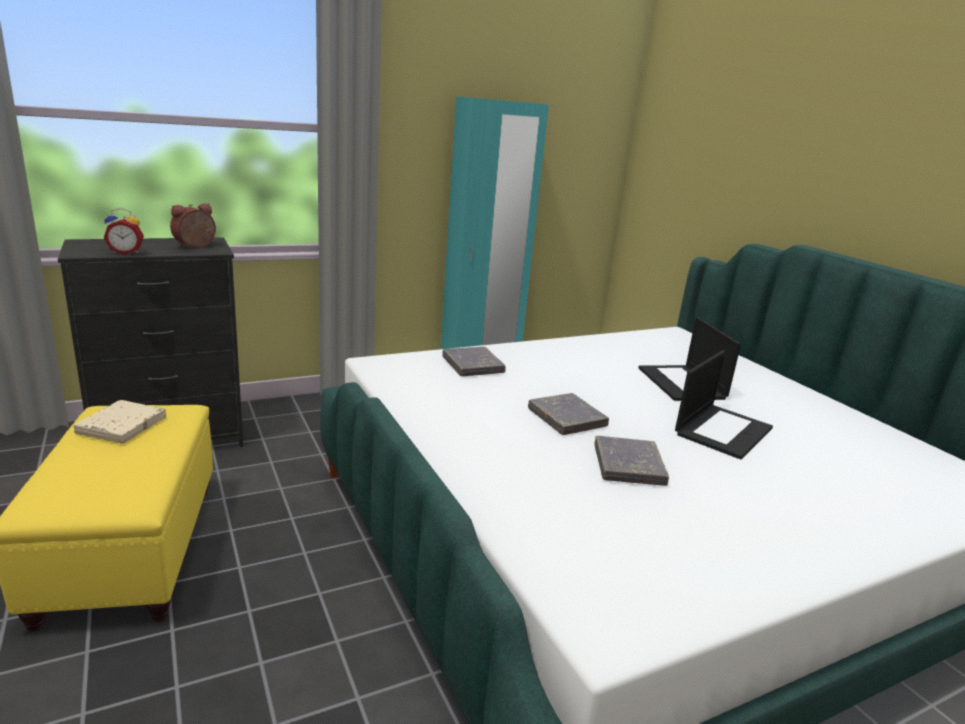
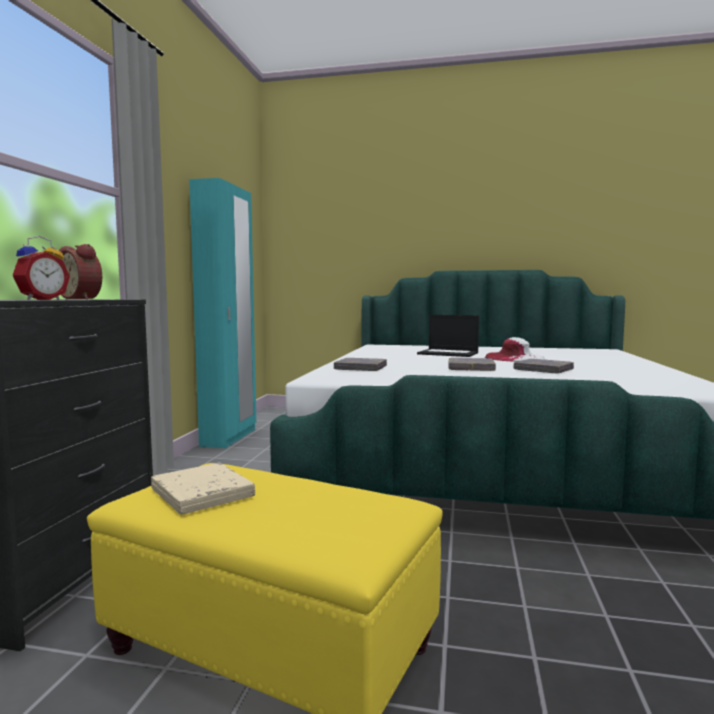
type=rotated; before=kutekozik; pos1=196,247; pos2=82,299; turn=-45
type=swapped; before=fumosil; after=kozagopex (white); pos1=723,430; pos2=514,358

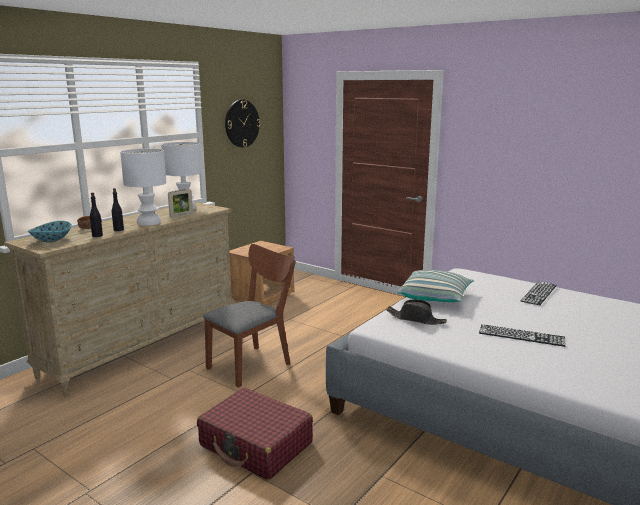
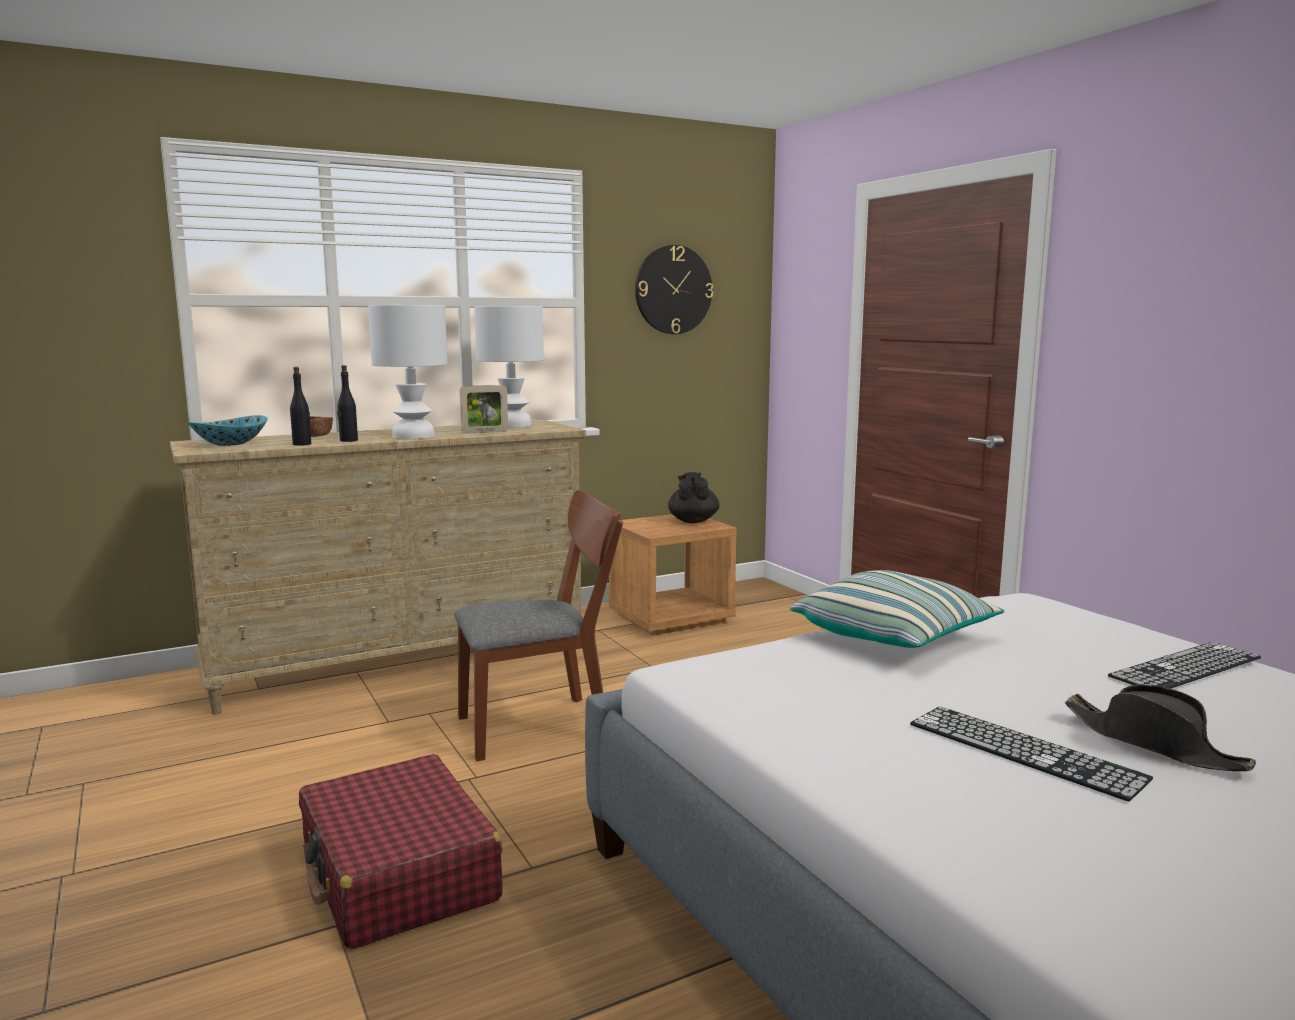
type=shifted; before=kozagopex (black); pos1=416,319; pos2=1153,743
type=new; after=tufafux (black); pos2=693,521

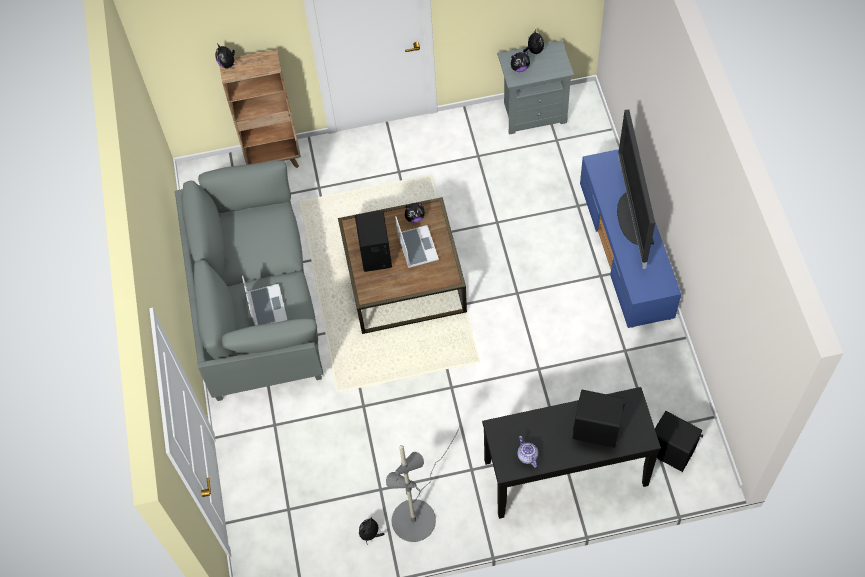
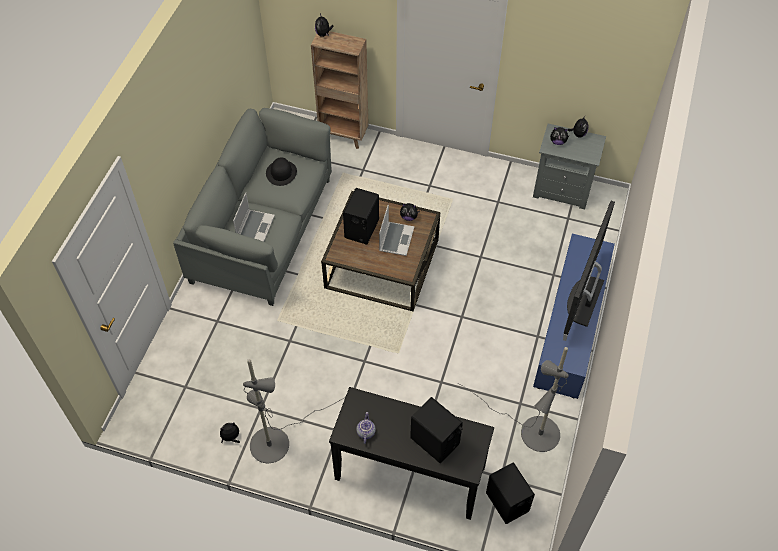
type=new; after=kozagopex (black); pos2=281,172
type=new; after=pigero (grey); pos2=532,429

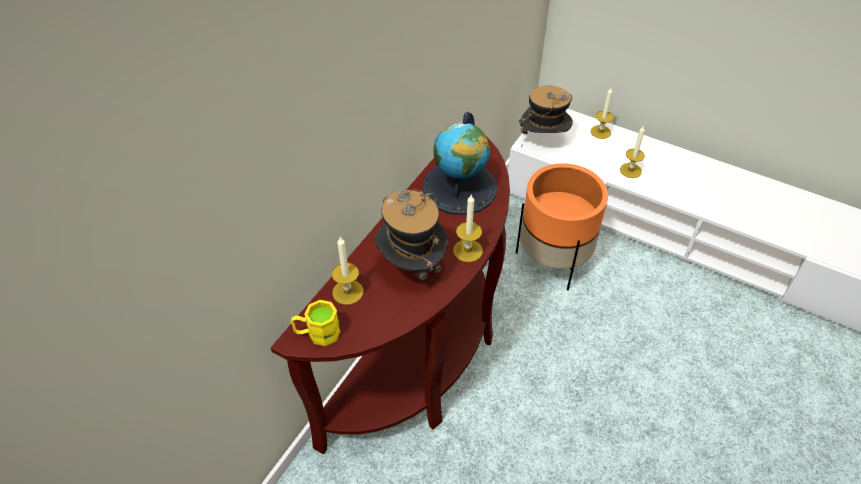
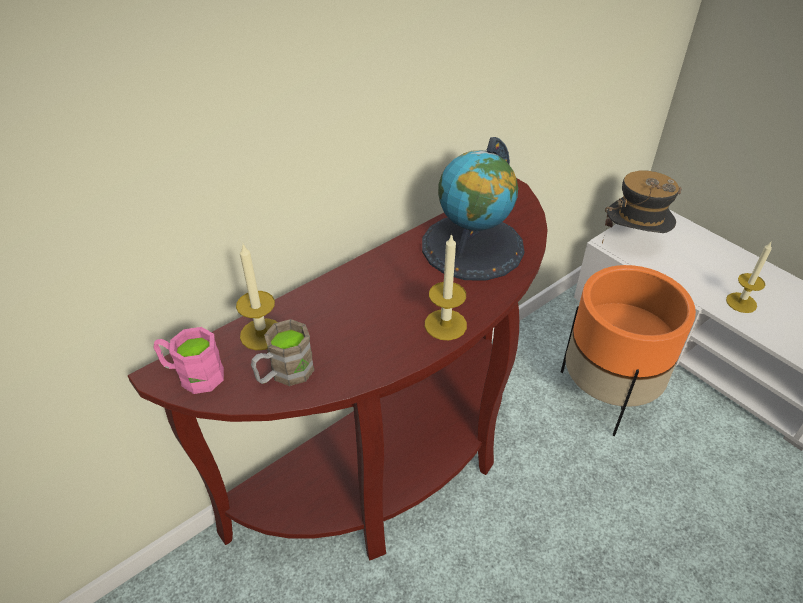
type=gone; before=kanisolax; pos1=600,132
type=gone; before=kozagopex; pos1=412,266
type=repainted; before=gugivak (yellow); after=gugivak (pink); pos1=317,334; pos2=193,375
type=new; after=gugivak (brown); pos2=284,374

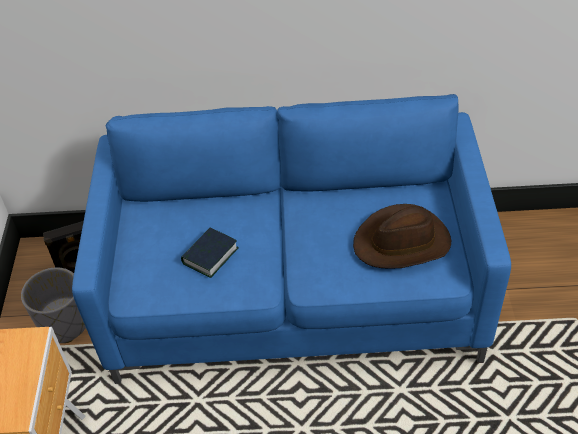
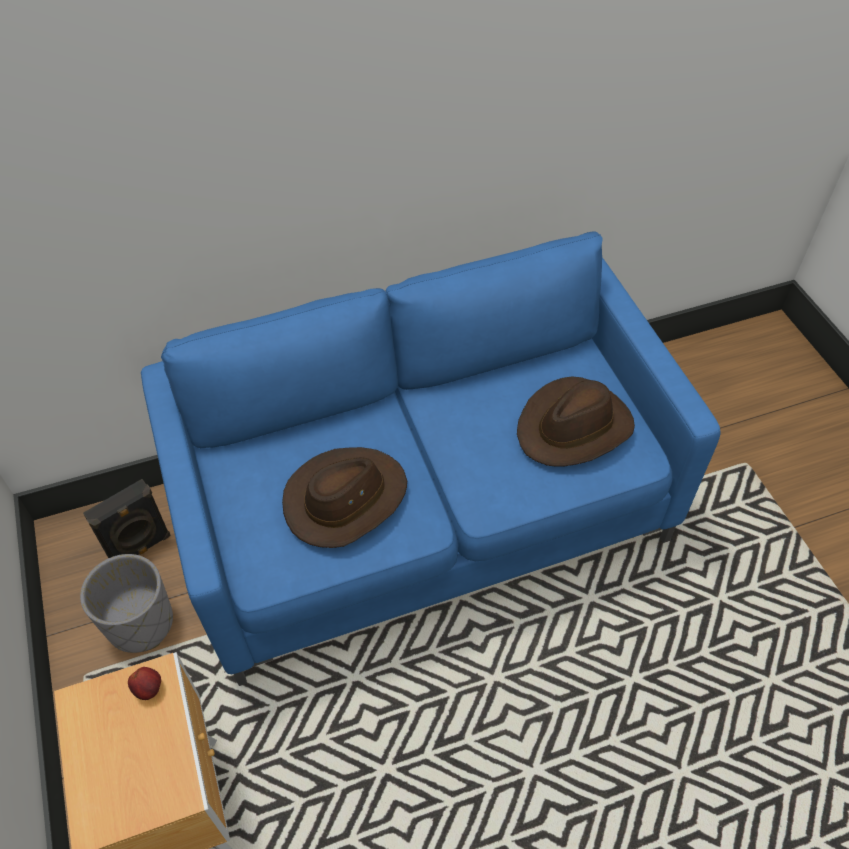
type=swapped; before=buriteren; after=kozagopex (brown); pos1=210,256; pos2=345,499
type=new; after=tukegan; pos2=149,689

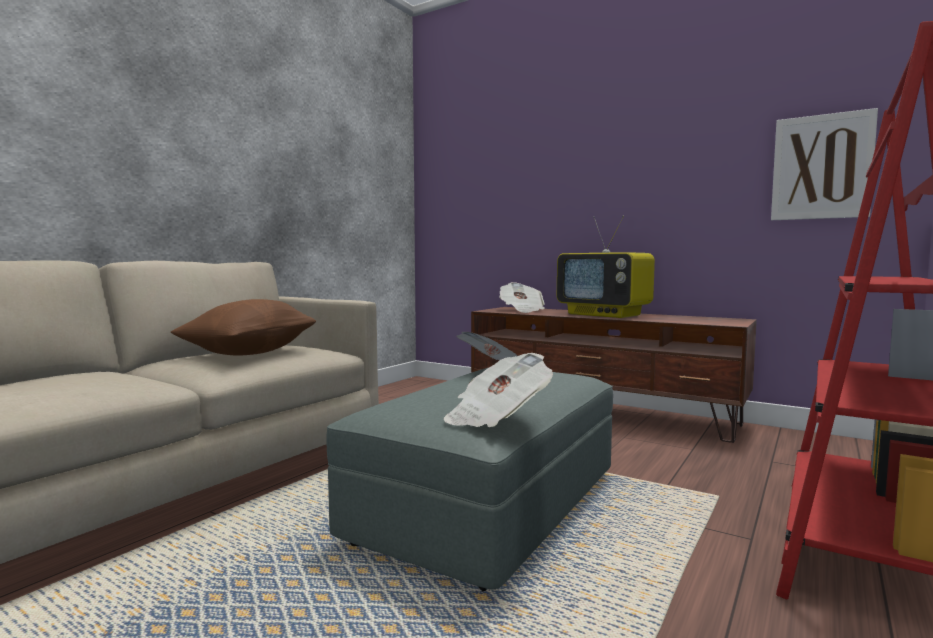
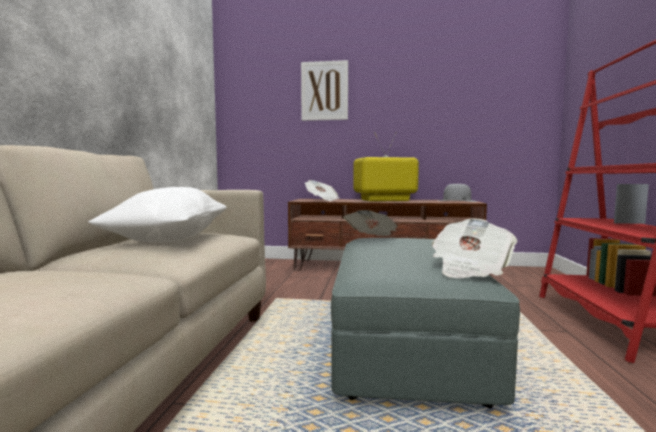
type=shifted; before=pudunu; pos1=821,167; pos2=324,91
type=rotated; before=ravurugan; pos1=605,314; pos2=384,200; turn=150
type=repainted; before=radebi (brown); after=radebi (white); pos1=249,353; pos2=168,240
type=new; after=kozagopex (grey); pos2=456,201

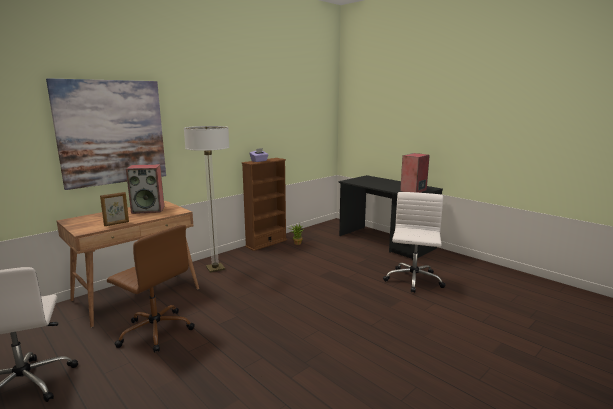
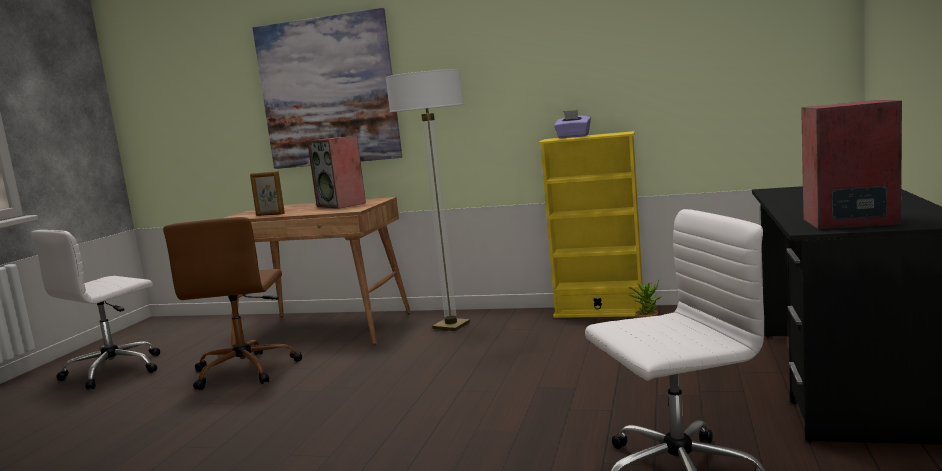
type=repainted; before=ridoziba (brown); after=ridoziba (yellow); pos1=266,243; pos2=599,312

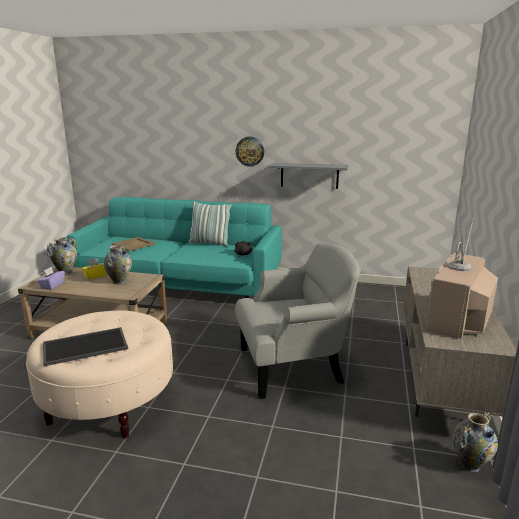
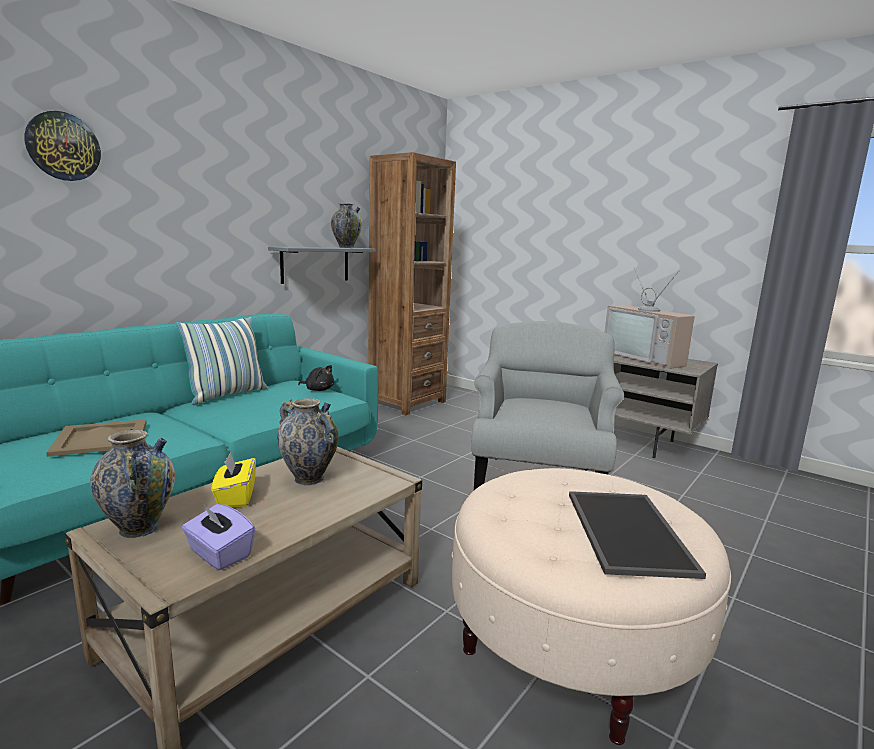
type=shifted; before=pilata; pos1=250,151; pos2=63,146
type=shifted; before=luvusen; pos1=470,464; pos2=346,247
type=new; after=ridoziba (brown); pos2=407,402

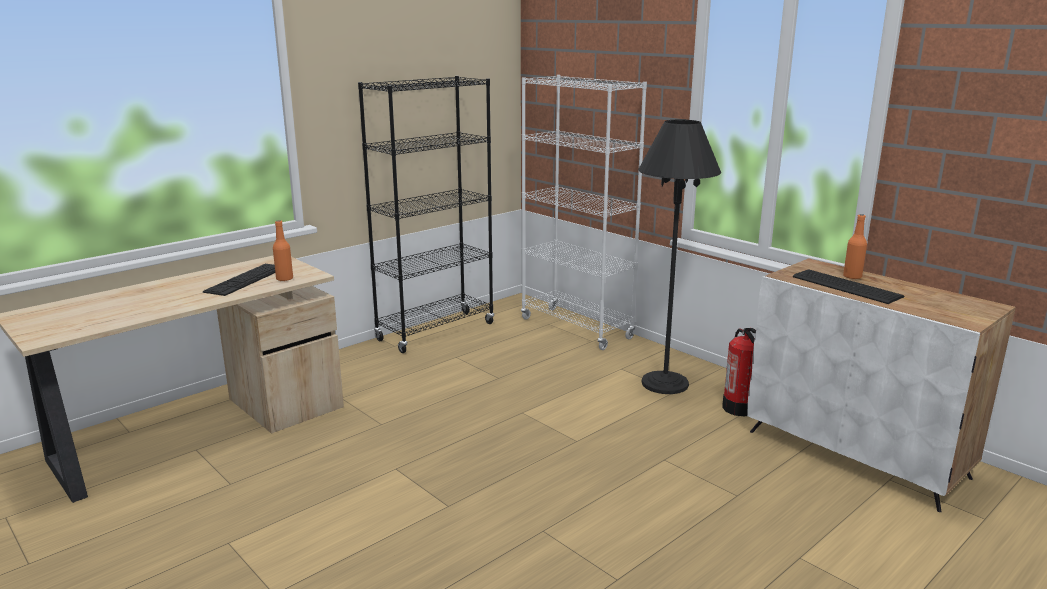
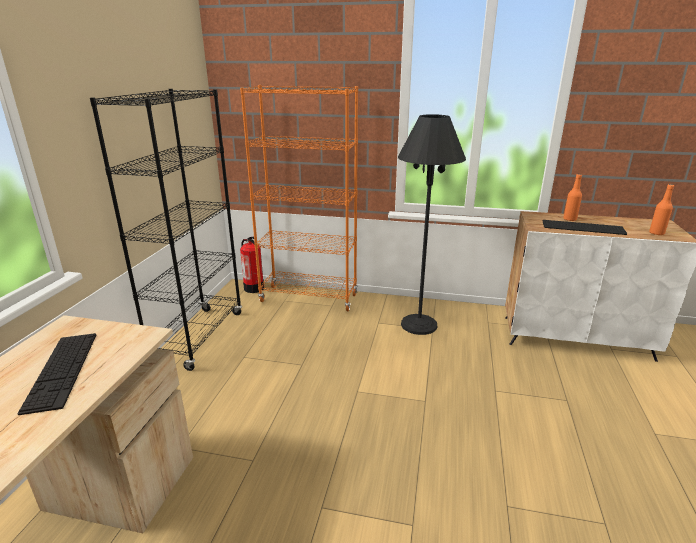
type=repainted; before=ridoziba (white); after=ridoziba (orange); pos1=576,328; pos2=309,298
type=shifted; before=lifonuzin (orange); pos1=284,279; pos2=656,233
type=shifted; before=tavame; pos1=738,408; pos2=254,288

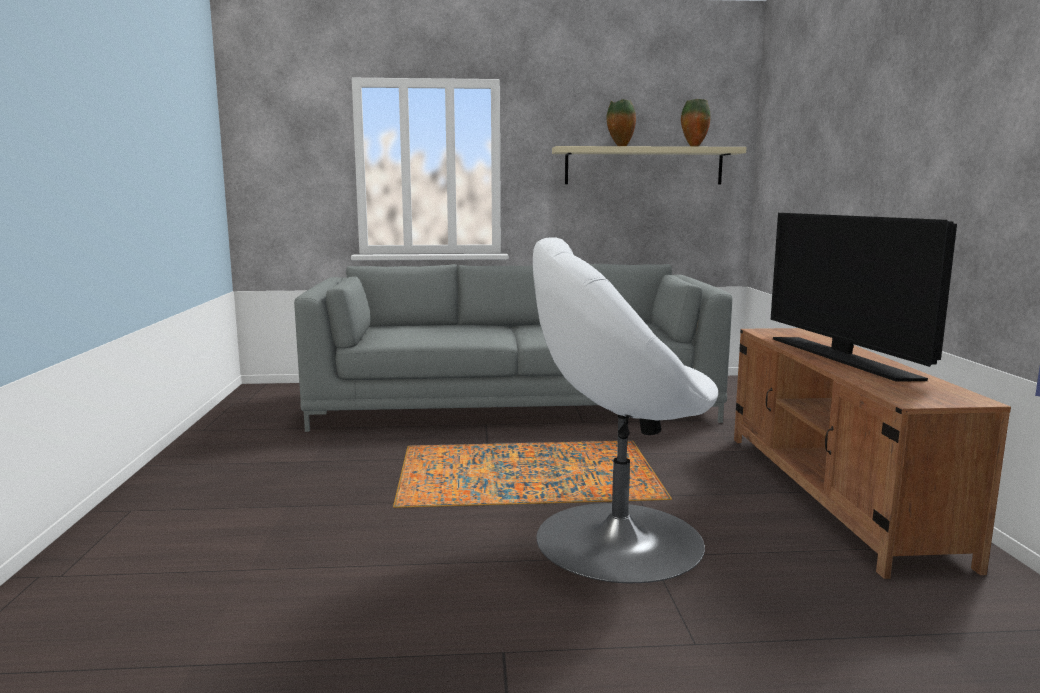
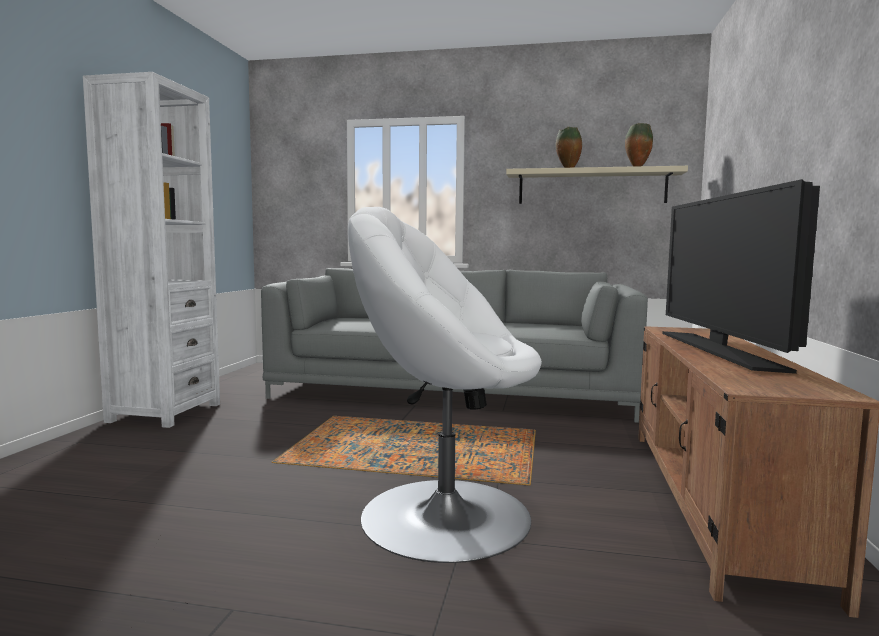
type=new; after=ridoziba (white); pos2=165,413

